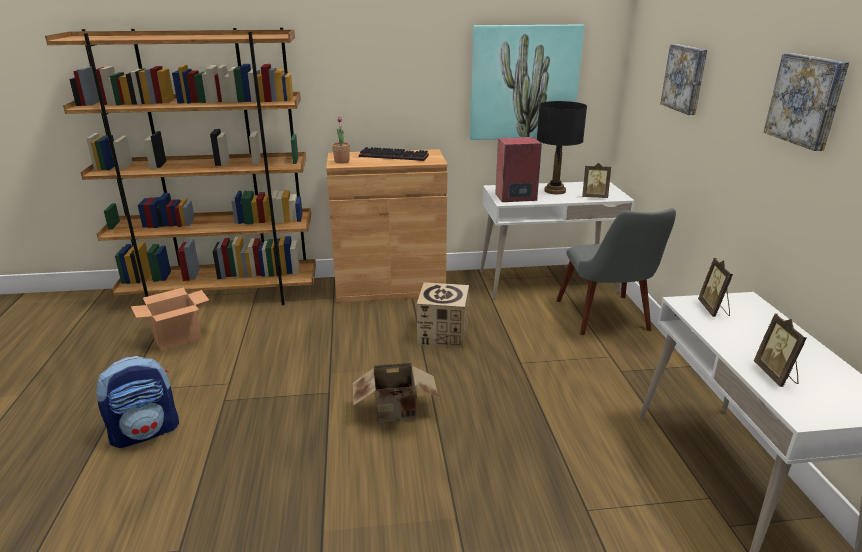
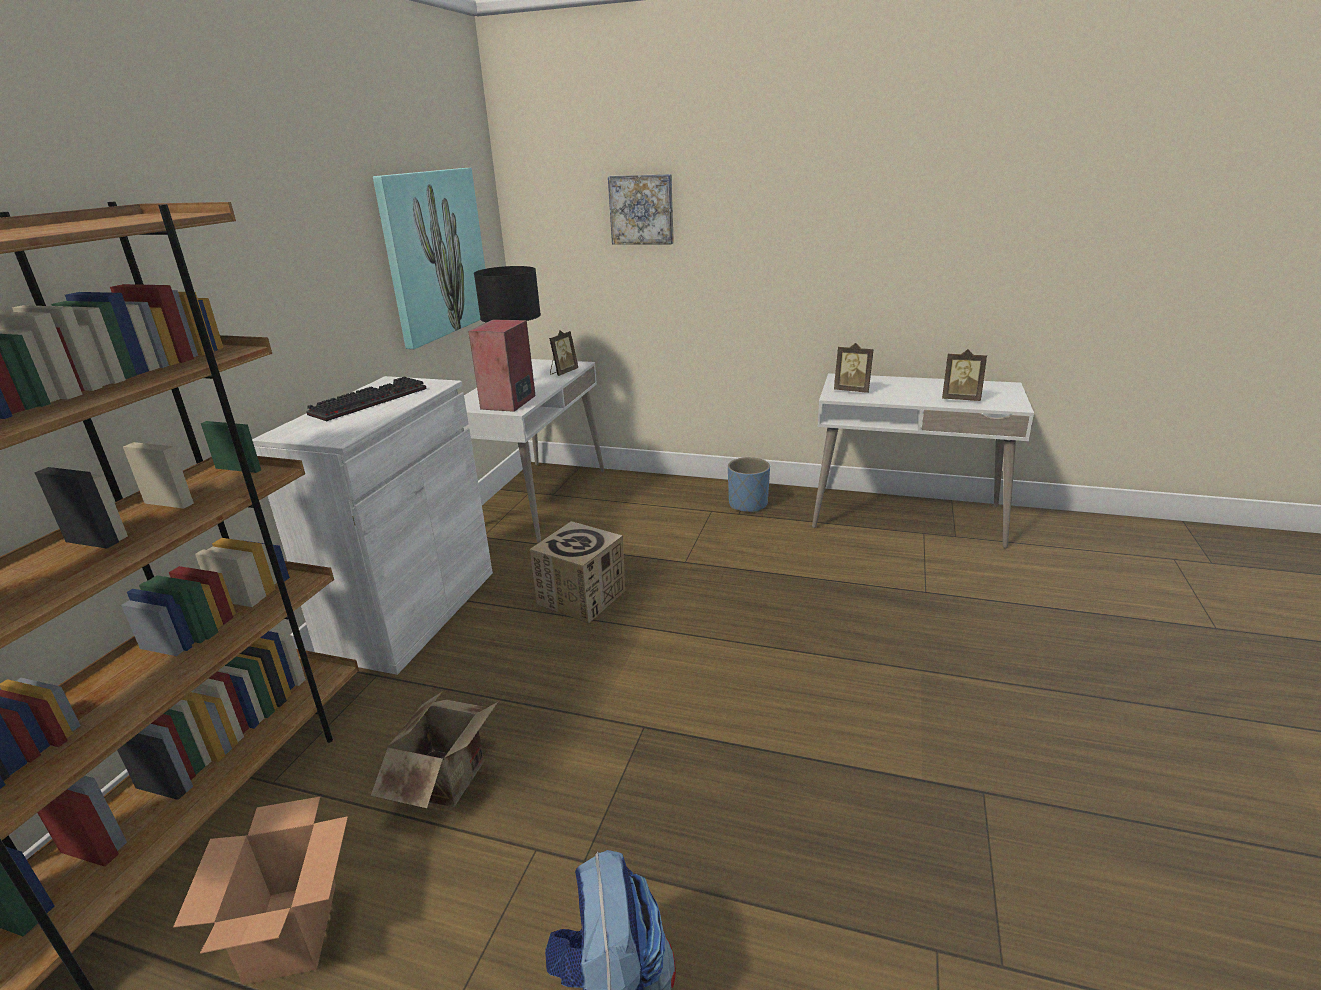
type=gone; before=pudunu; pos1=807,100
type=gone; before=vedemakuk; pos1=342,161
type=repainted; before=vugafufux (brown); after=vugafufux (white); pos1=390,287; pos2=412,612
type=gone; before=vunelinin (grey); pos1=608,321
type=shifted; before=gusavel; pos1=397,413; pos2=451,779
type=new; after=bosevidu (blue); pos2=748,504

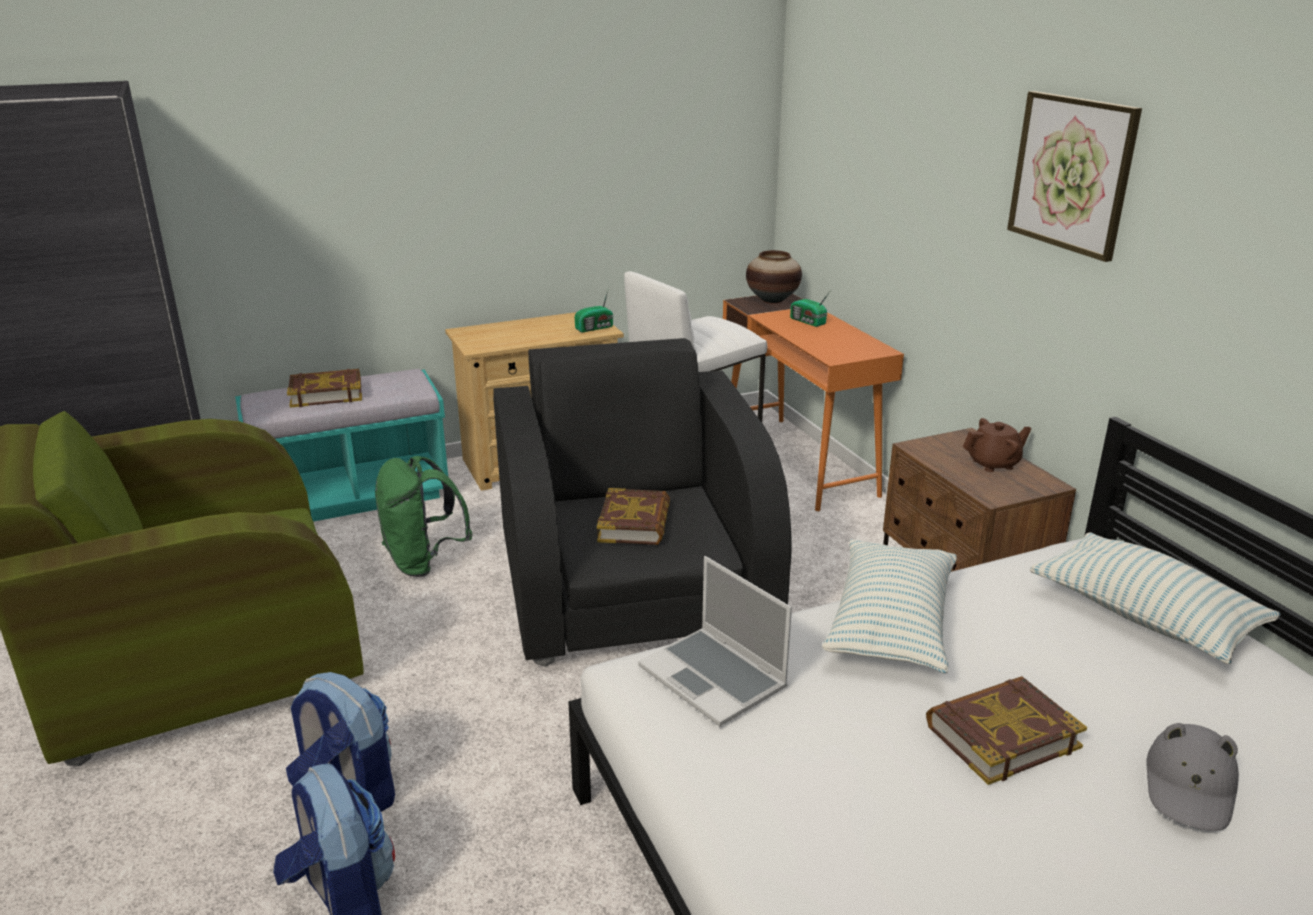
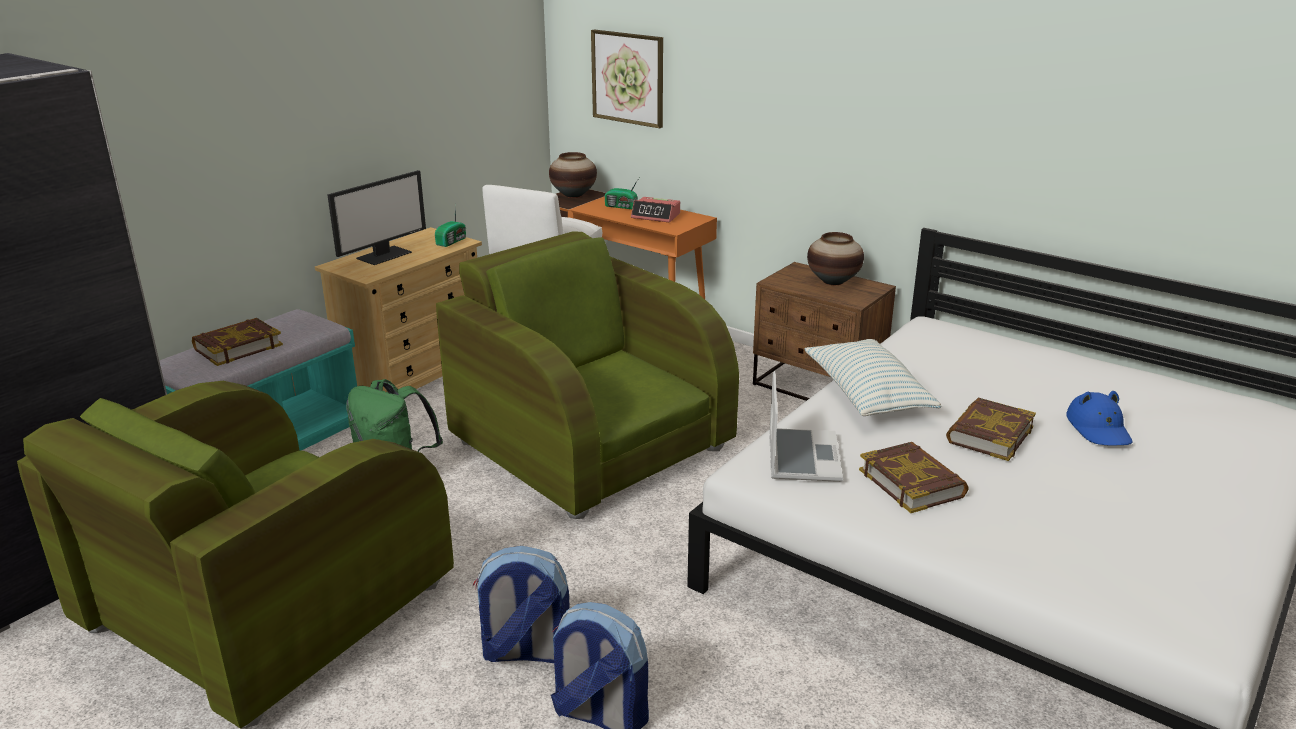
type=shifted; before=pudunu; pos1=1072,173; pos2=628,78
type=repainted; before=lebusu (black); after=lebusu (green); pos1=634,584; pos2=590,443
type=swapped; before=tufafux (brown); after=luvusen; pos1=993,464; pos2=833,281
type=shifted; before=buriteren; pos1=634,523; pos2=912,483
type=gone; before=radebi; pos1=1144,617
type=rotated; before=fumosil; pos1=715,678; pos2=801,456; turn=-105
type=repainted; before=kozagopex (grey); after=kozagopex (blue); pos1=1190,787; pos2=1099,429
type=new; after=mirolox; pos2=384,255
type=new; after=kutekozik; pos2=656,216

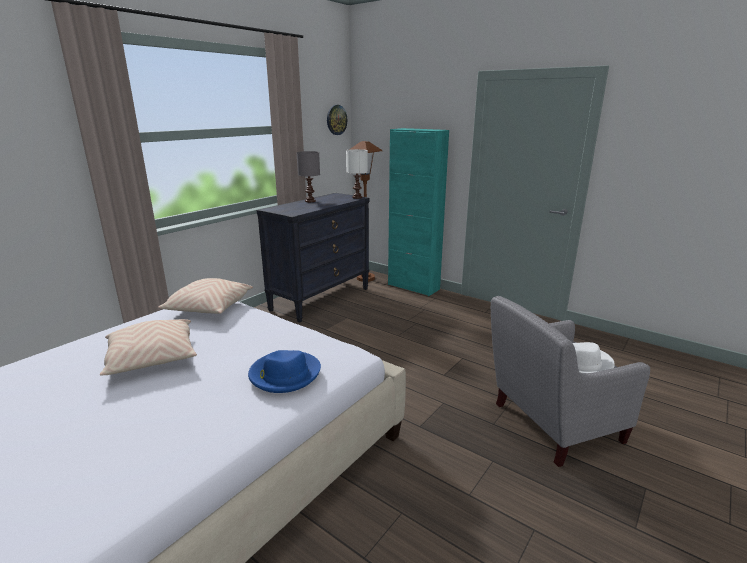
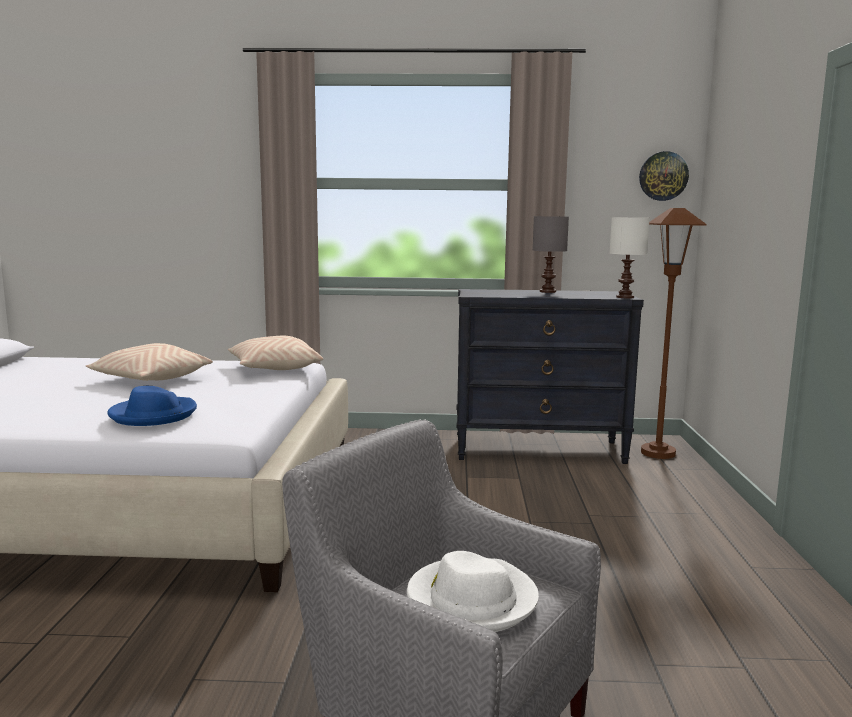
type=gone; before=vugafufux (turquoise); pos1=413,287

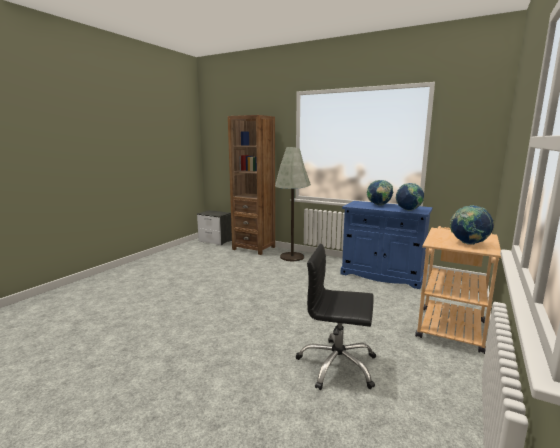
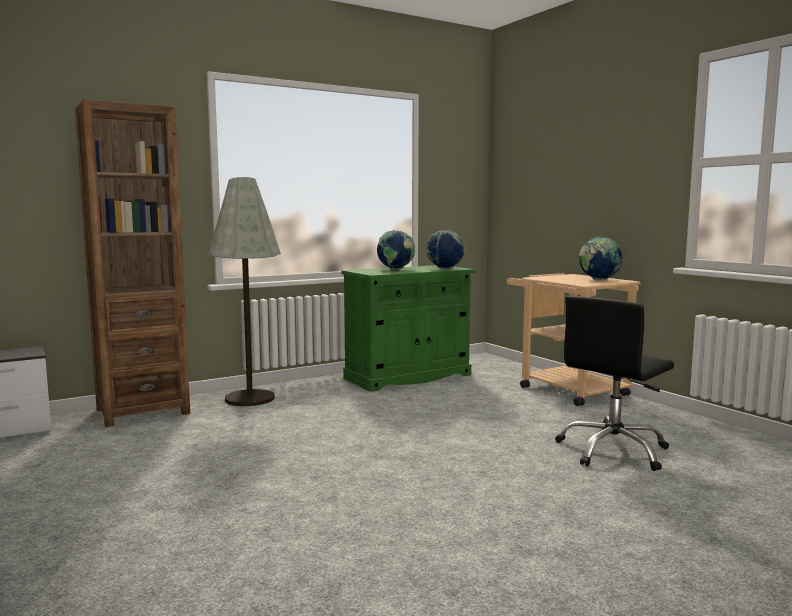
type=repainted; before=vugafufux (blue); after=vugafufux (green); pos1=382,275; pos2=408,377

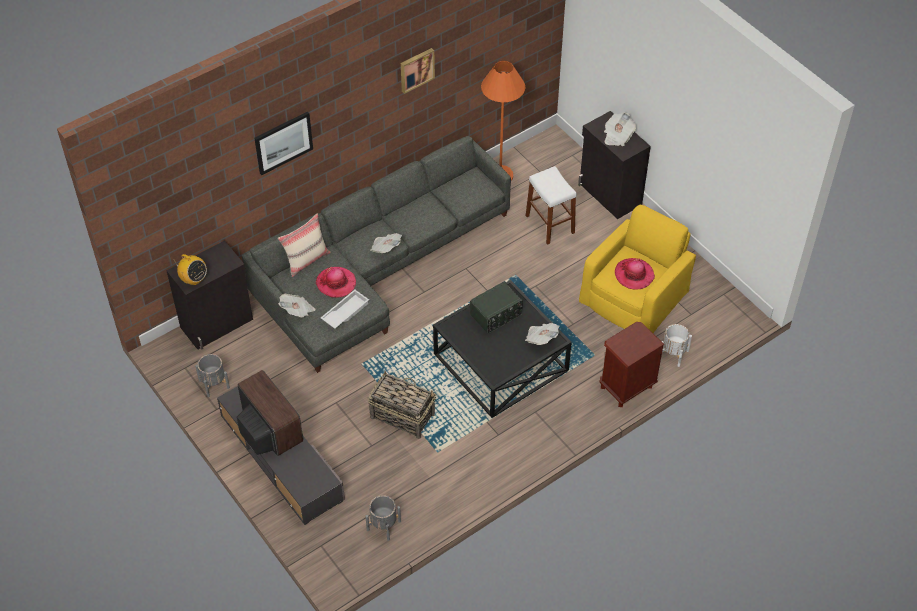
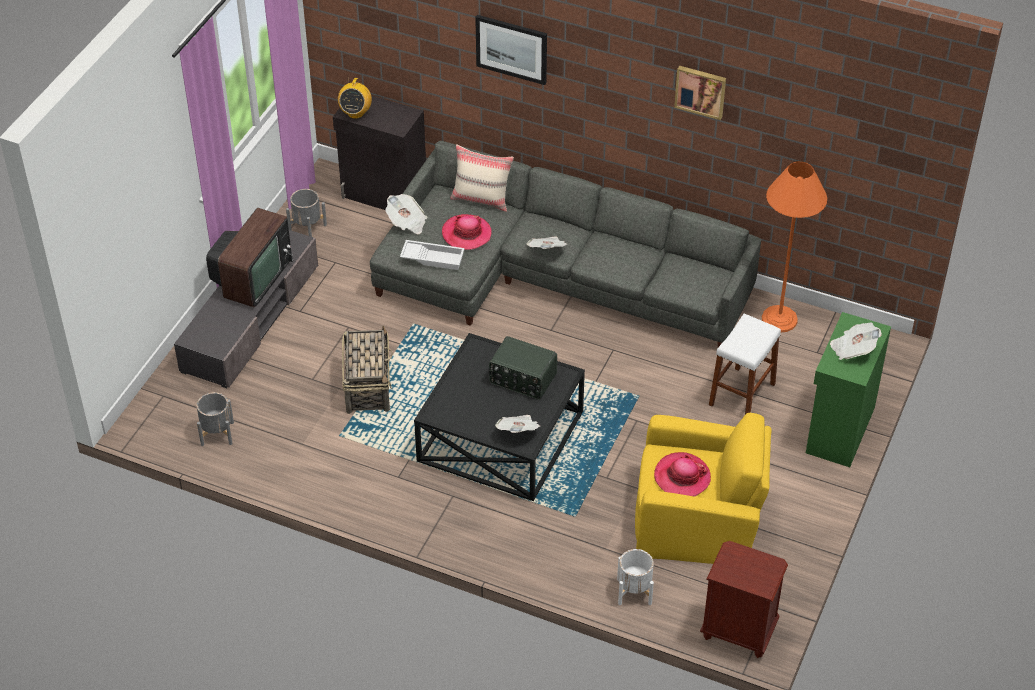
type=repainted; before=vugafufux (black); after=vugafufux (green); pos1=609,195; pos2=838,430
type=shifted; before=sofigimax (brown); pos1=626,387; pos2=738,631

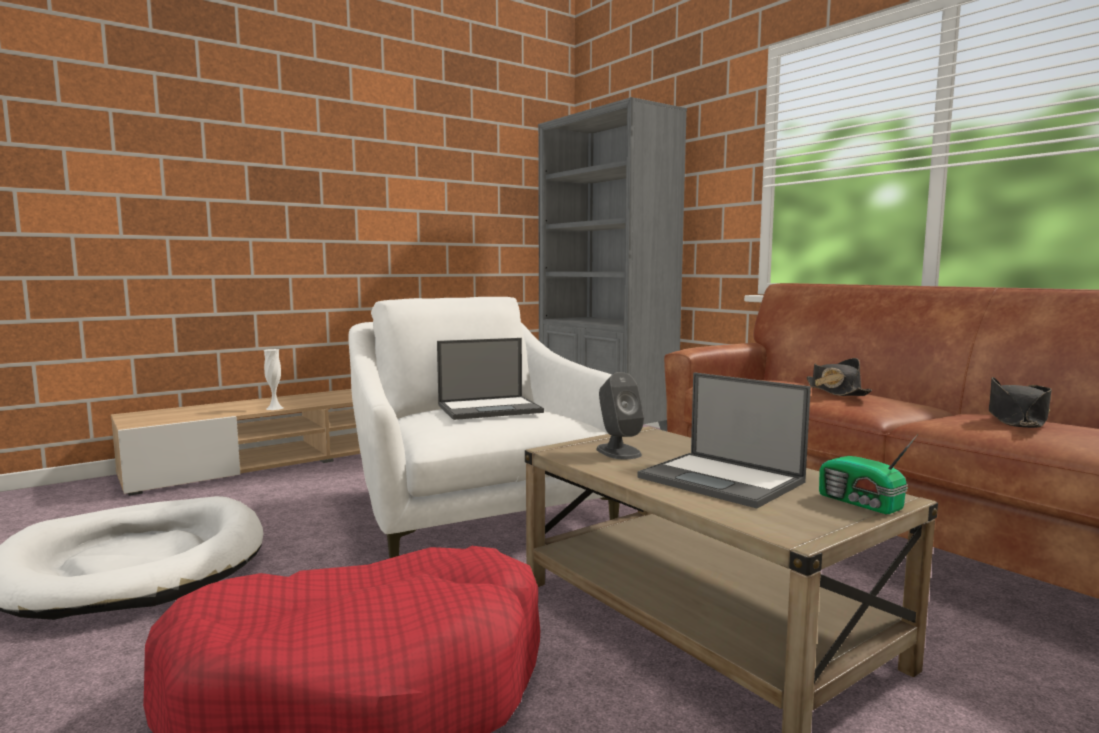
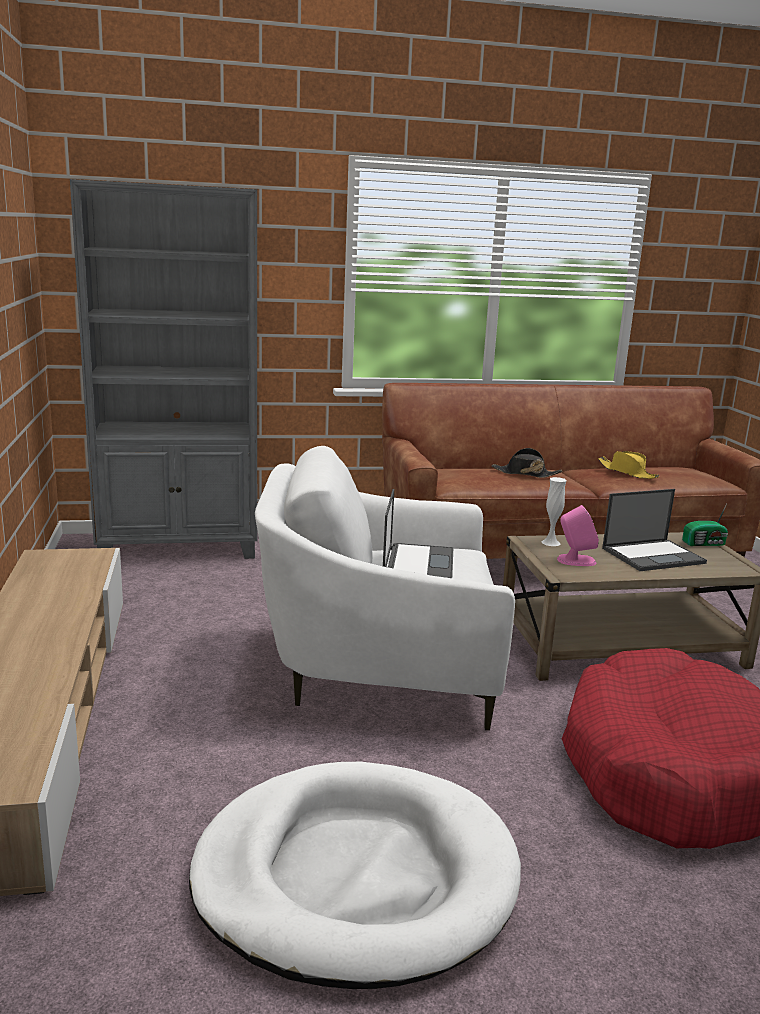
type=shifted; before=luvusen (white); pos1=274,408; pos2=550,542
type=repainted; before=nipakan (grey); after=nipakan (pink); pos1=618,451; pos2=575,560
type=repainted; before=kozagopex (black); after=kozagopex (yellow); pos1=1016,419; pos2=627,472

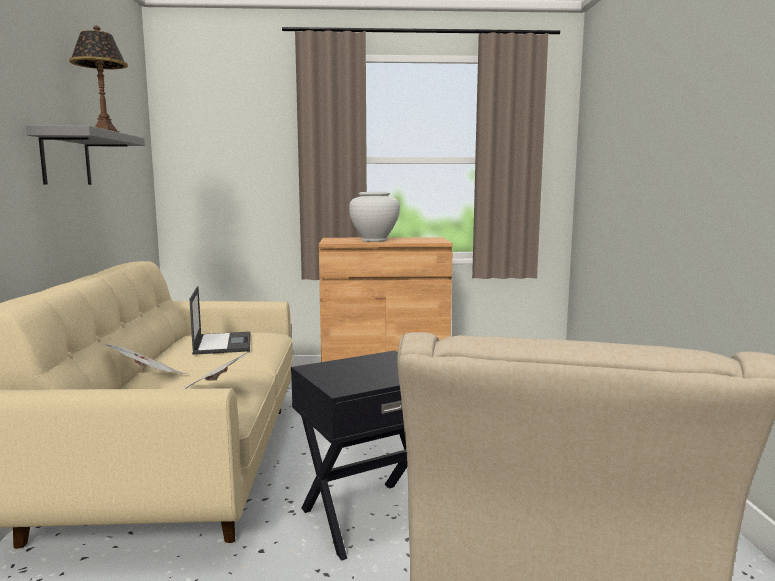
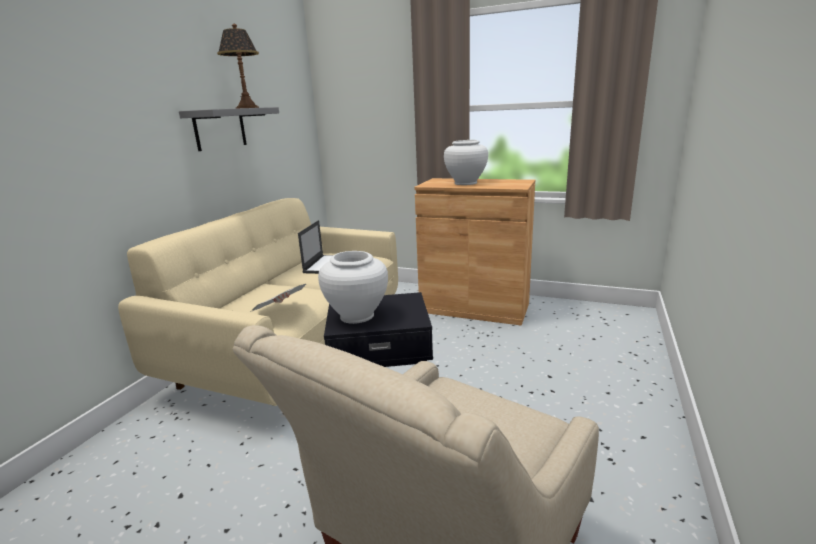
type=gone; before=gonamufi; pos1=147,378
type=new; after=luvusen (white); pos2=357,316

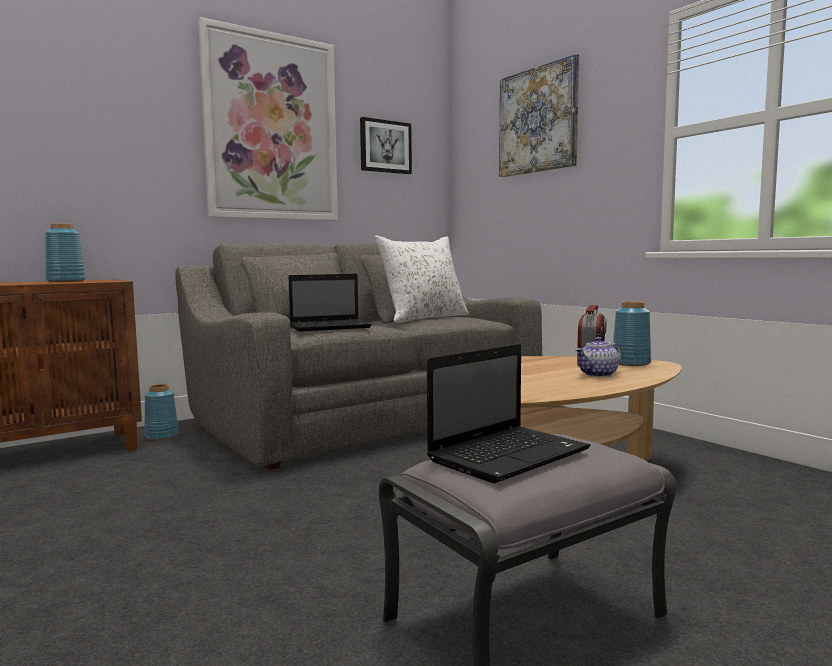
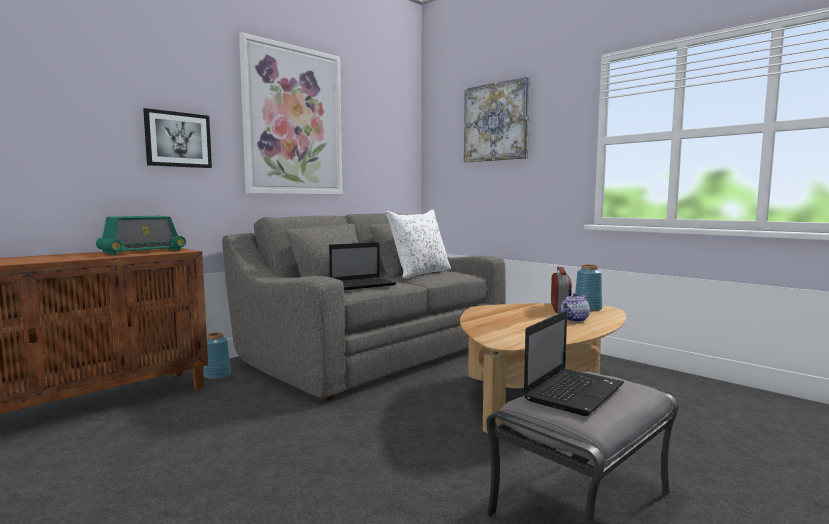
type=shifted; before=pudunu; pos1=385,146; pos2=178,139
type=swapped; before=luvusen (blue); after=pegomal; pos1=66,281; pos2=143,251

